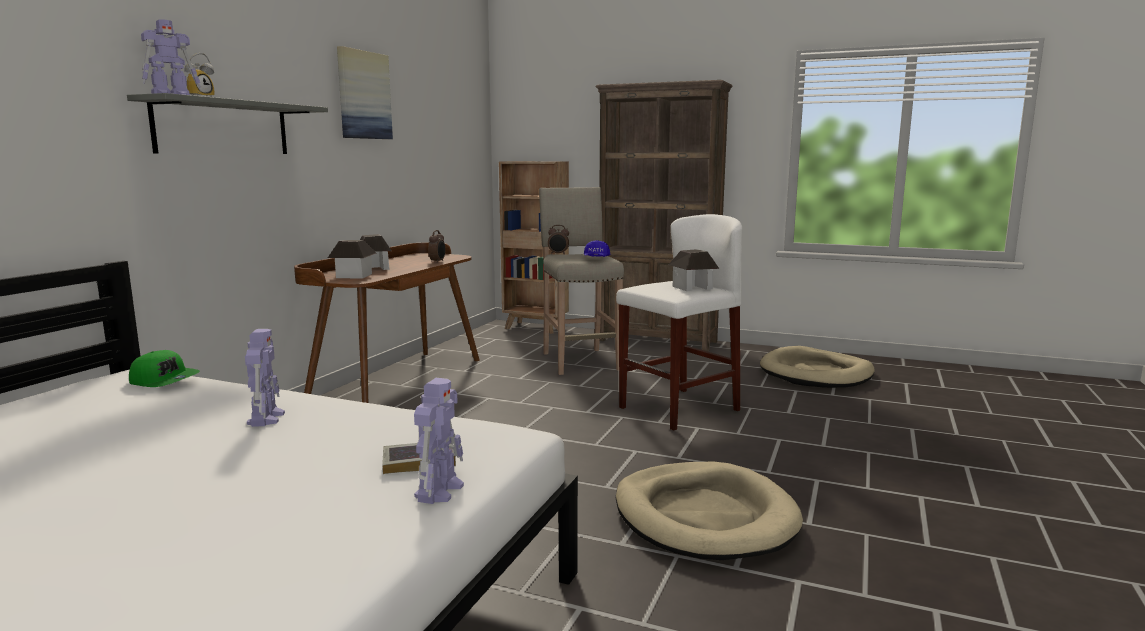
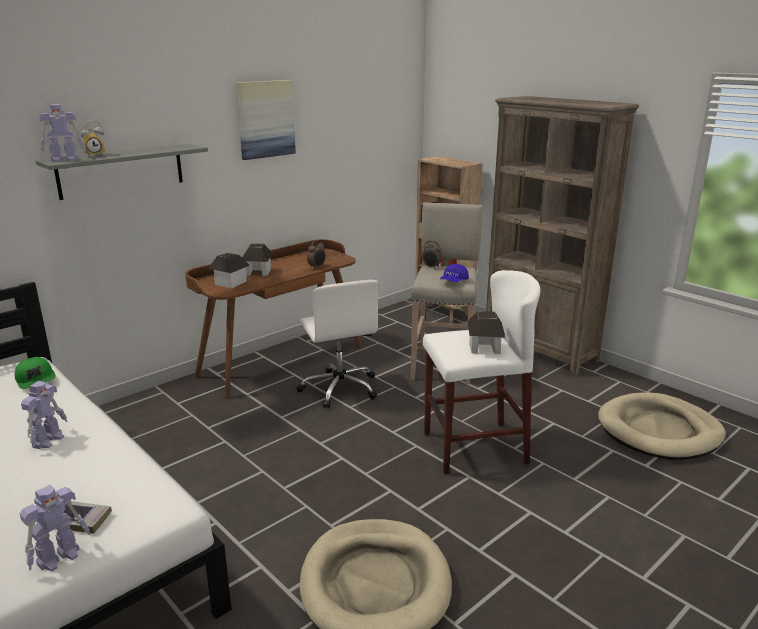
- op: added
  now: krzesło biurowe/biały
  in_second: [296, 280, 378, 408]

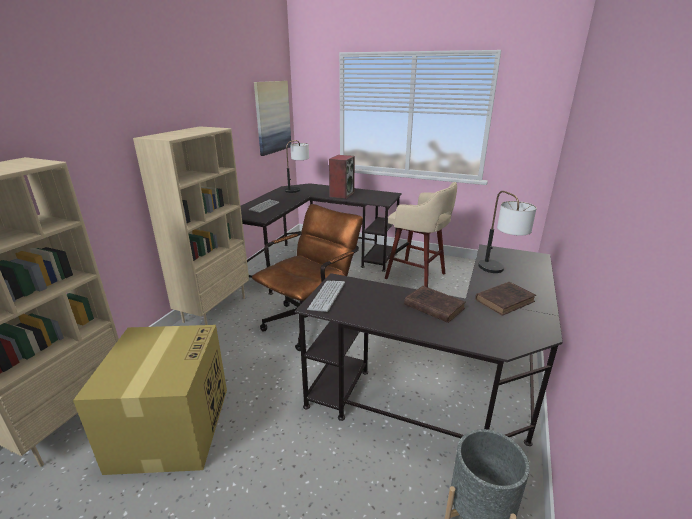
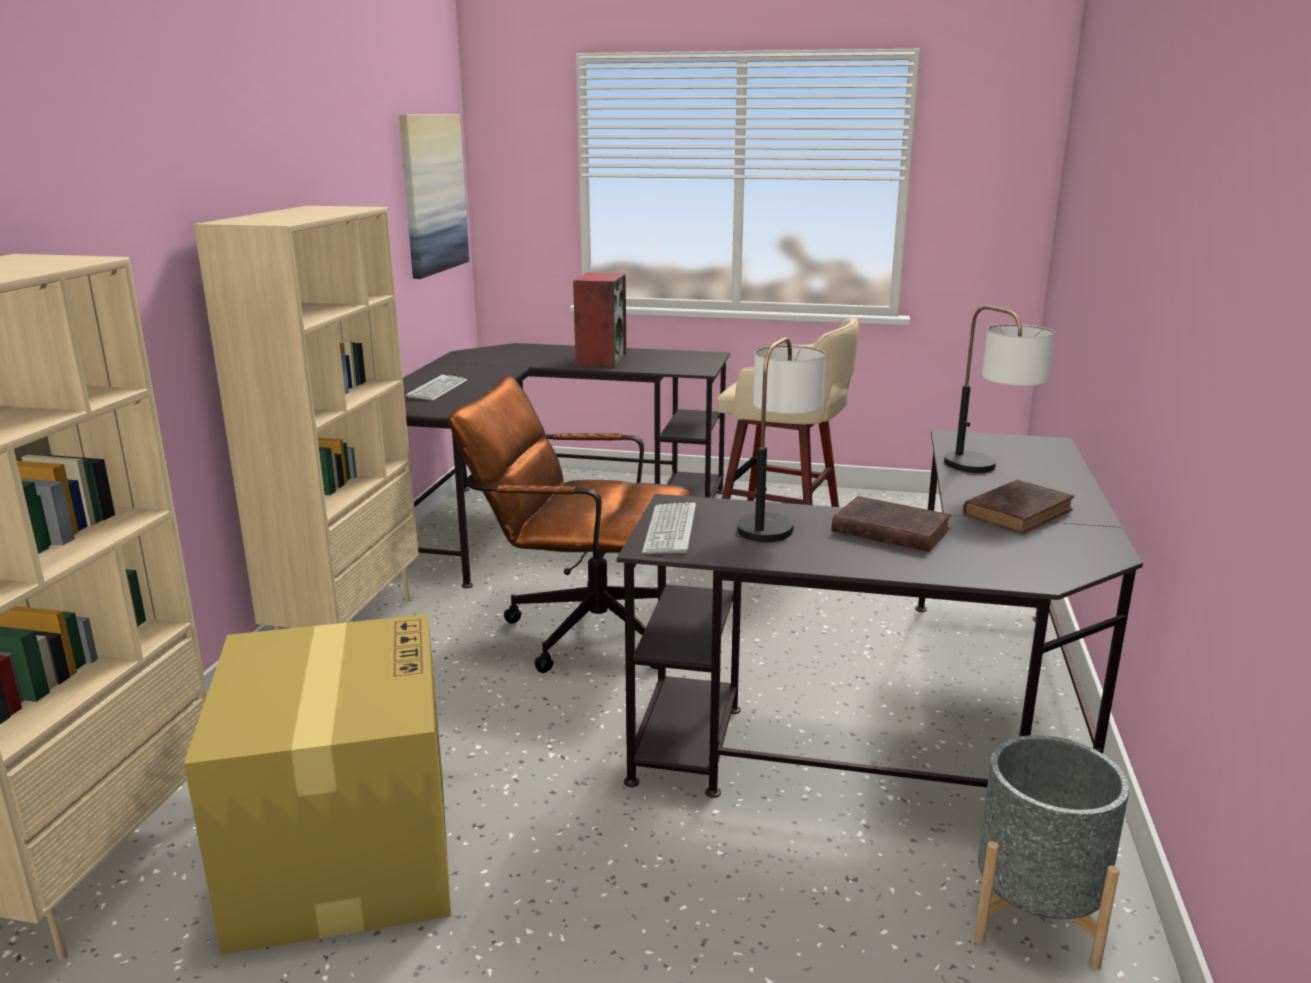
- op: turned
  was: krzesło biurowe/brązowy
  in_first: [252, 204, 363, 351]
  in_second: [448, 376, 690, 673]
  clockwise: -105
- op: moved
  was: lampa stołowa
  in_first: [285, 140, 309, 193]
  in_second: [737, 337, 826, 542]

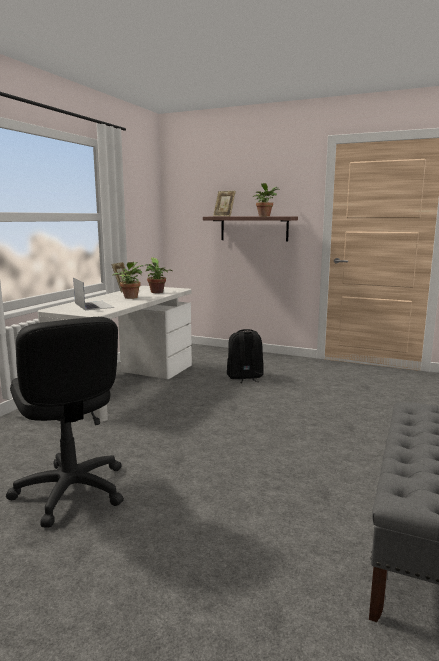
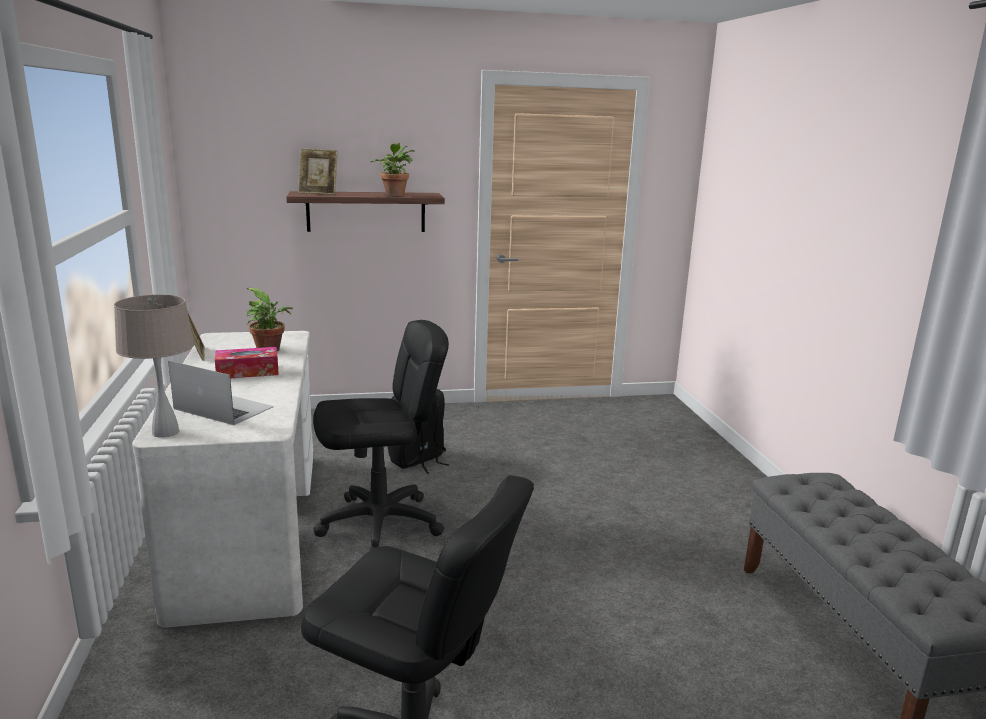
- op: added
  now: lampa stołowa/beżowy
  in_second: [114, 294, 194, 438]
- op: replaced
  was: roślina doniczkowa
  now: pudełko chusteczek
  in_first: [112, 262, 143, 299]
  in_second: [215, 347, 279, 379]
- op: added
  now: krzesło biurowe/czarny
  in_second: [313, 320, 449, 552]

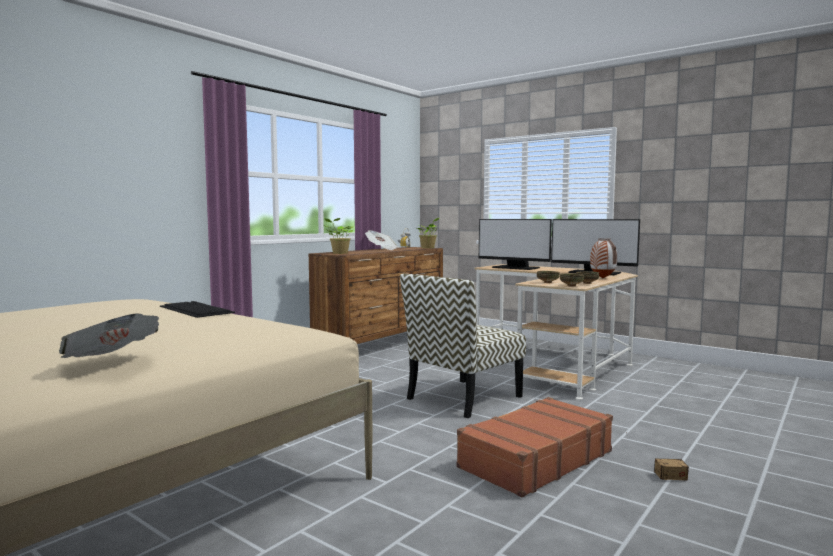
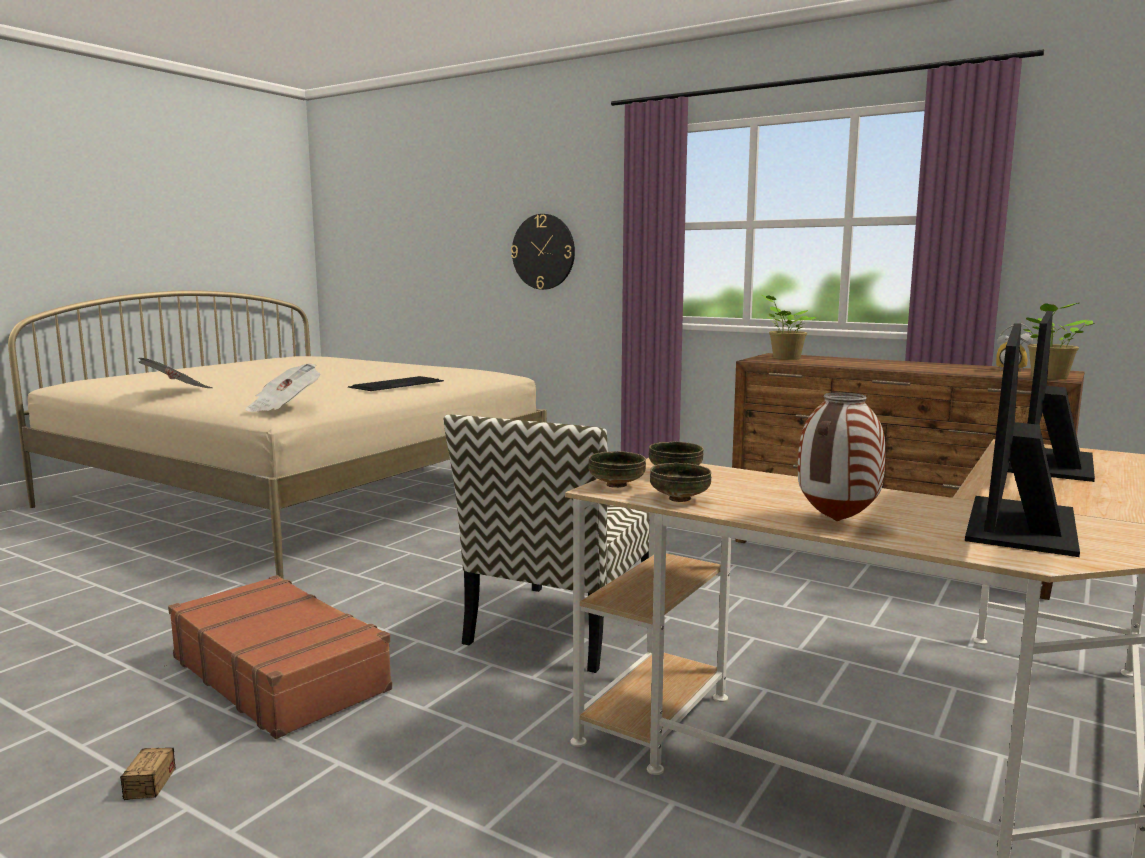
- op: moved
  was: gazeta
  in_first: [365, 230, 398, 250]
  in_second: [245, 363, 320, 412]
- op: turned
  was: krzesło
  in_first: [400, 274, 526, 418]
  in_second: [443, 415, 650, 673]
  clockwise: -105
- op: added
  now: zegar ścienny
  in_second: [511, 214, 575, 290]

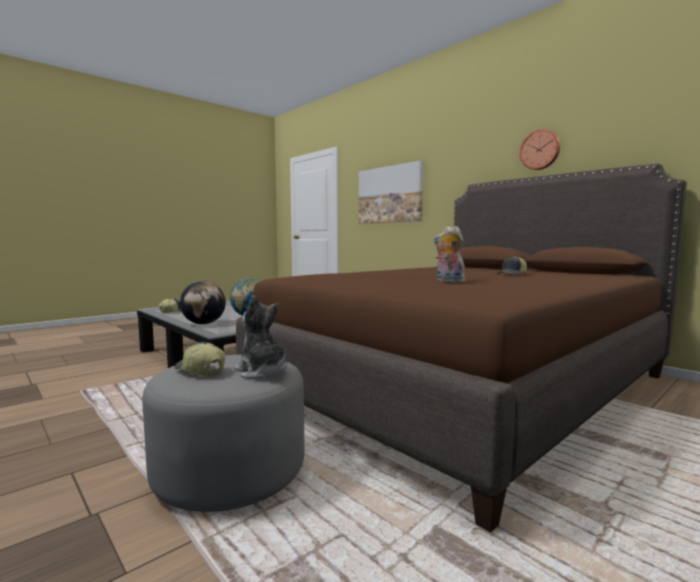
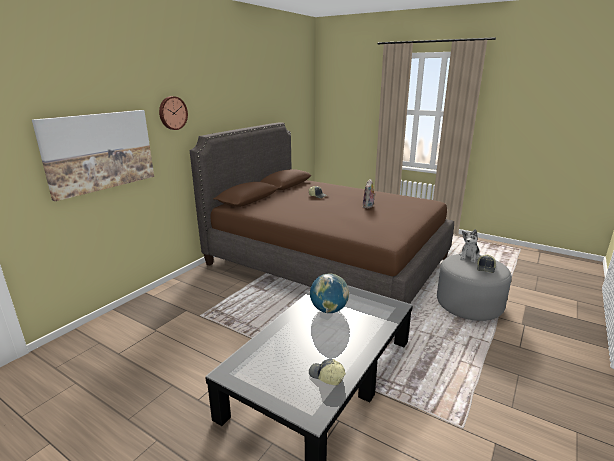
- op: moved
  was: zegar ścienny
  in_first: [520, 129, 560, 170]
  in_second: [159, 96, 188, 130]
- op: removed
  was: globus
  in_first: [180, 281, 226, 324]

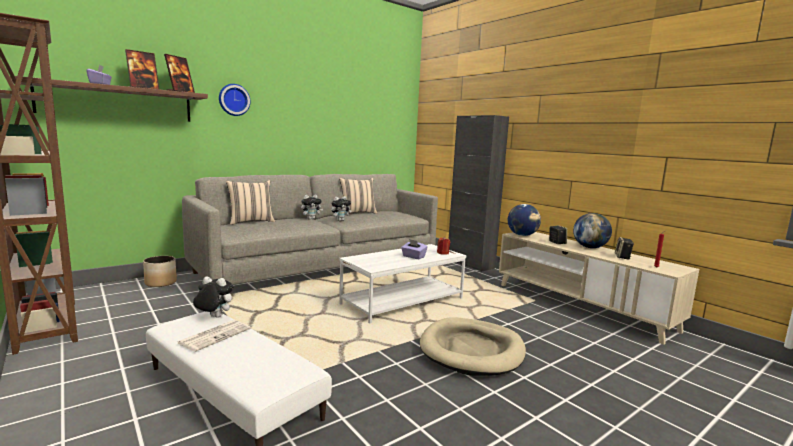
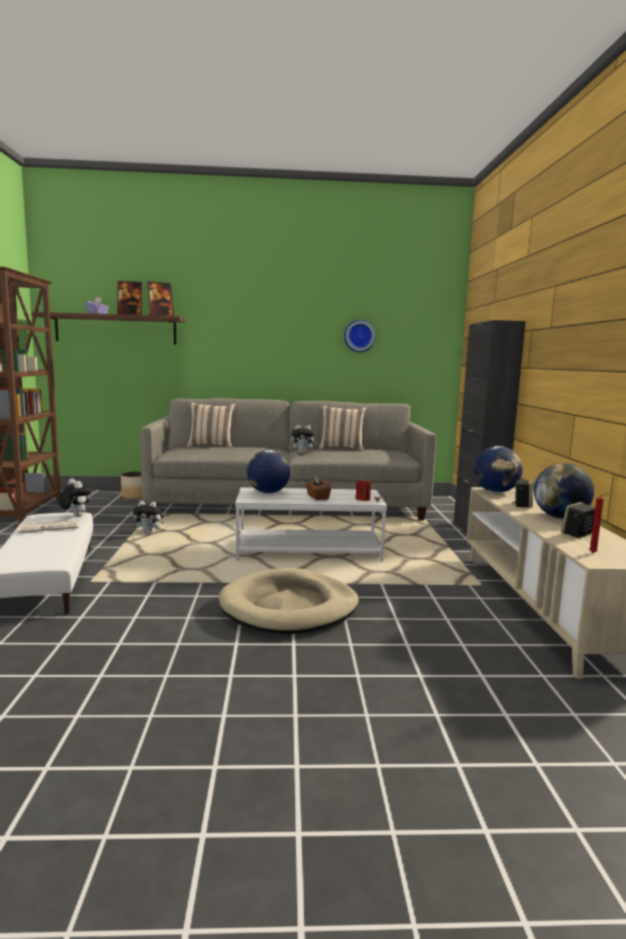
- op: moved
  was: pluszak
  in_first: [301, 195, 323, 220]
  in_second: [133, 501, 164, 534]
- op: added
  now: globus
  in_second: [247, 450, 290, 493]
- op: recoloured
  was: pudełko chusteczek/fioletowy
  now: pudełko chusteczek/brązowy
  in_first: [401, 239, 428, 259]
  in_second: [306, 476, 331, 500]
- op: moved
  was: zegar ścienny
  in_first: [219, 84, 251, 116]
  in_second: [344, 320, 376, 352]

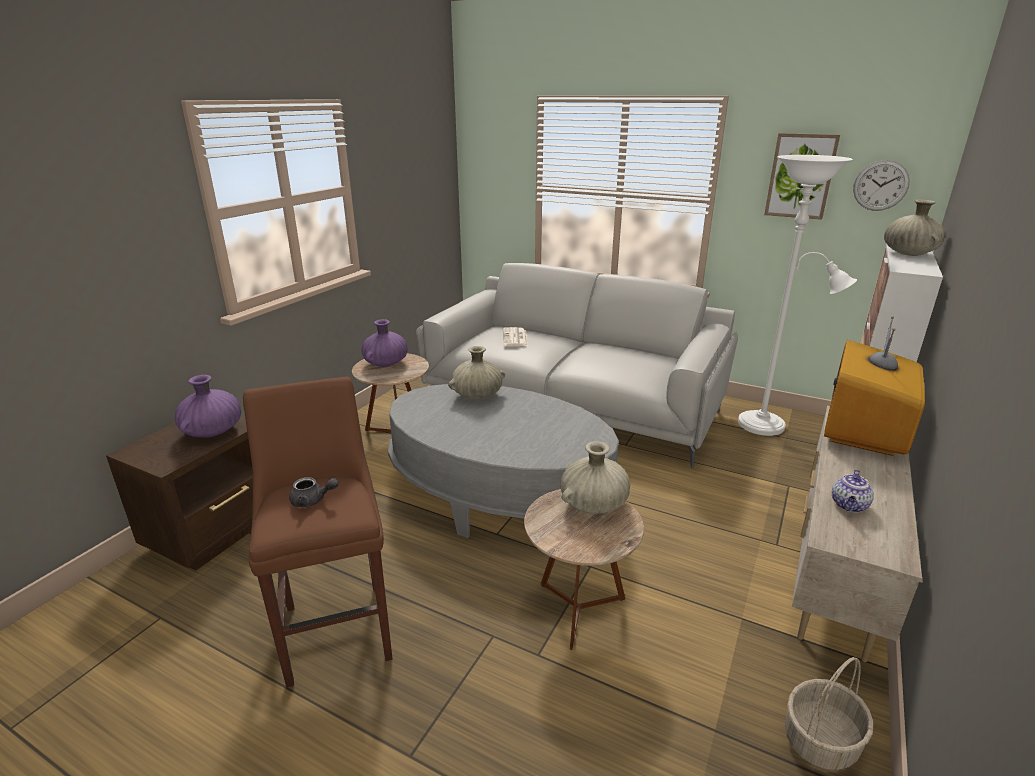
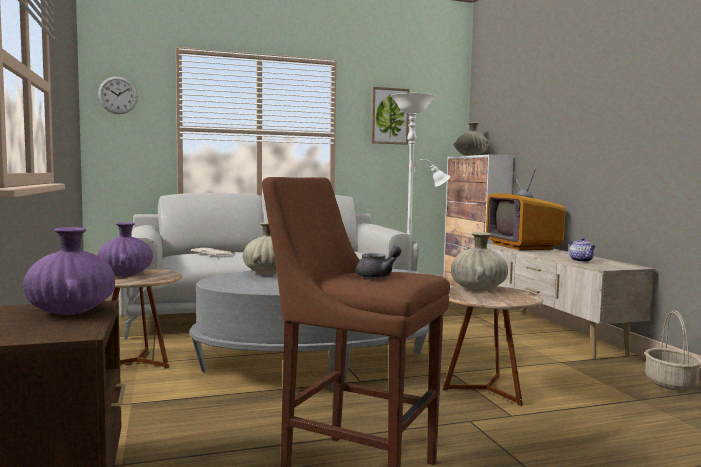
- op: moved
  was: zegar ścienny
  in_first: [853, 160, 910, 211]
  in_second: [98, 76, 138, 114]

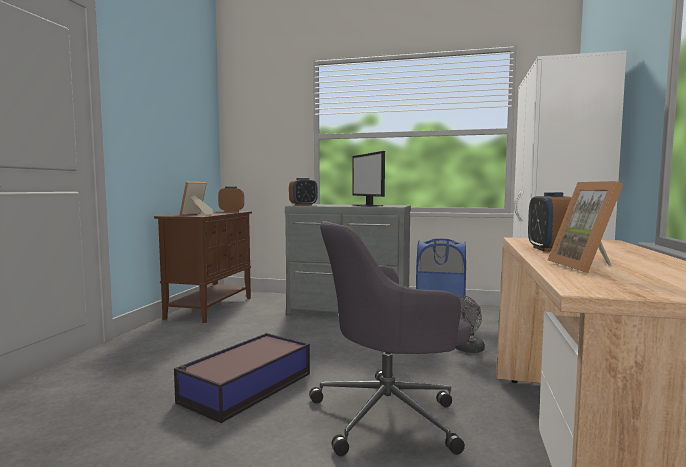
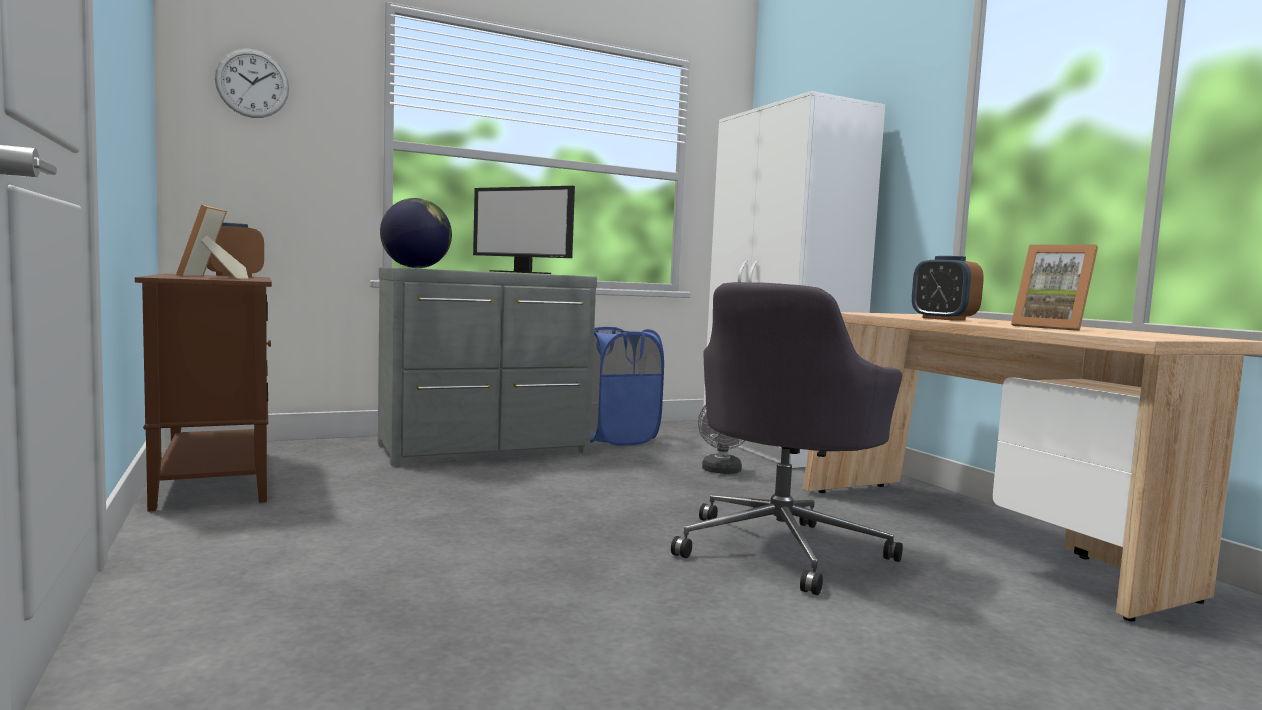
- op: added
  now: zegar ścienny
  in_second: [215, 49, 289, 118]
- op: replaced
  was: budzik
  now: globus
  in_first: [289, 178, 318, 206]
  in_second: [380, 198, 452, 268]
- op: removed
  was: pojemnik do przechowywania
  in_first: [174, 333, 310, 423]

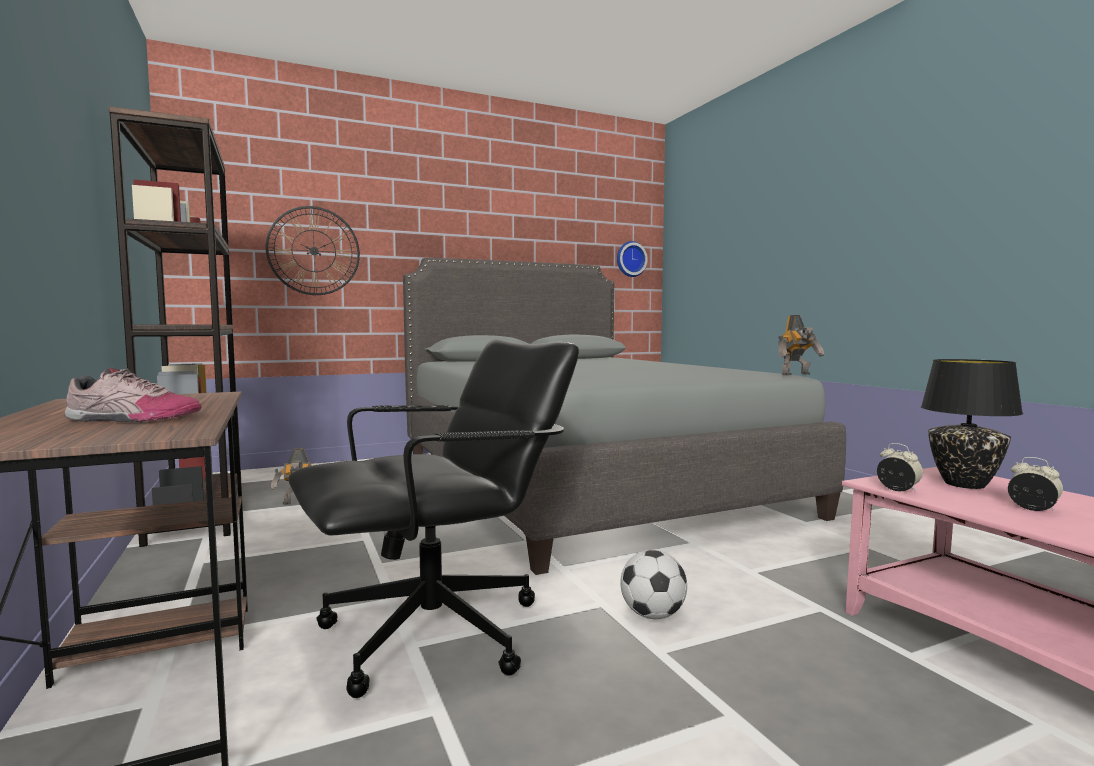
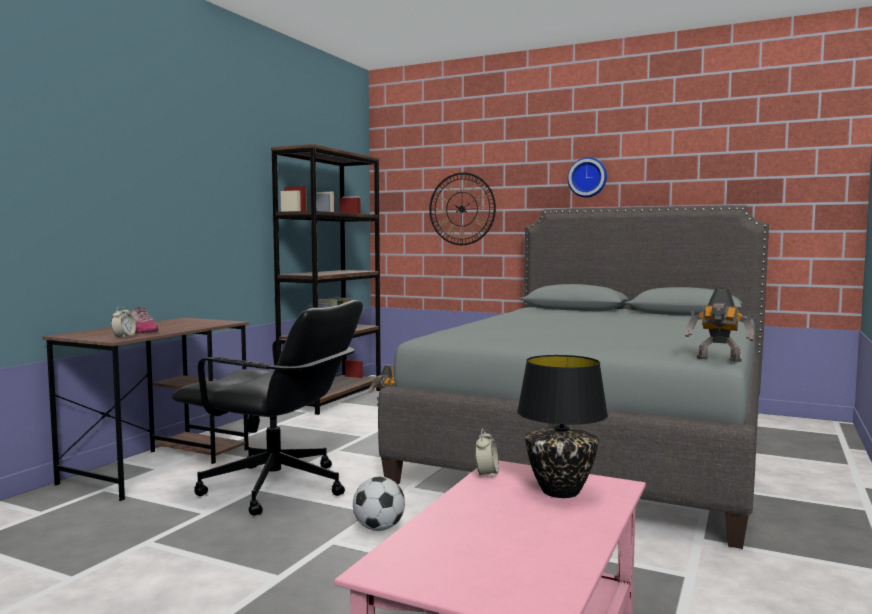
- op: moved
  was: budzik
  in_first: [1008, 457, 1063, 511]
  in_second: [111, 306, 136, 338]
- op: moved
  was: zegar ścienny
  in_first: [617, 241, 648, 277]
  in_second: [568, 157, 607, 197]

